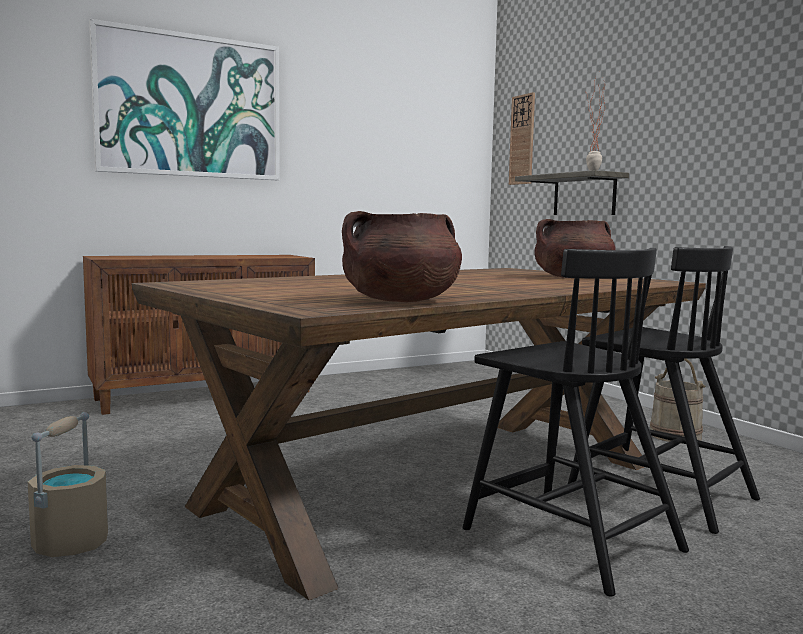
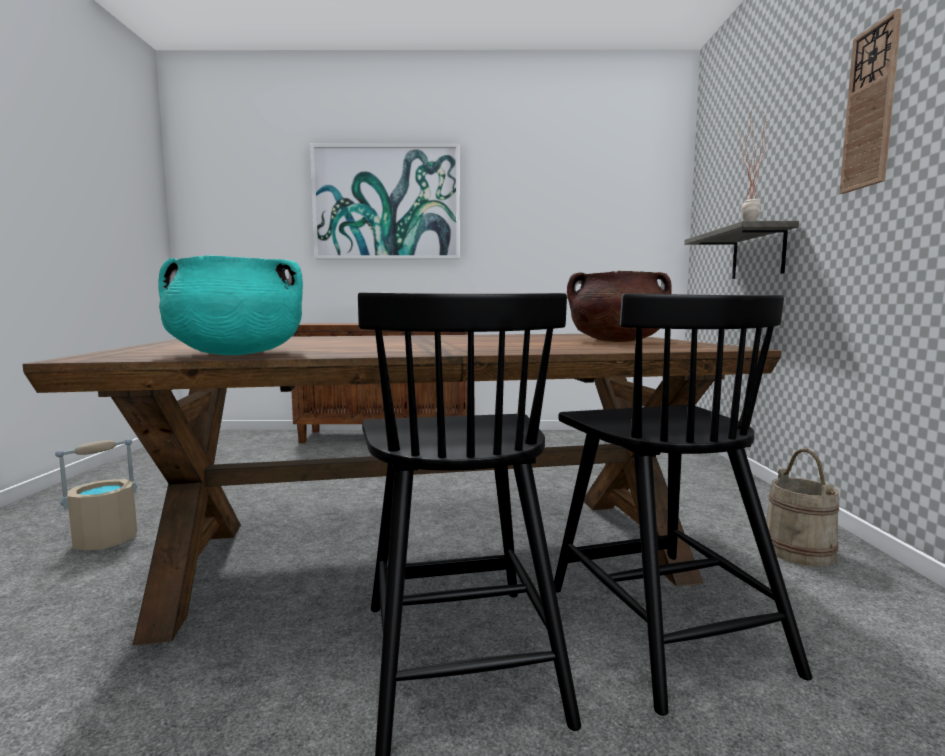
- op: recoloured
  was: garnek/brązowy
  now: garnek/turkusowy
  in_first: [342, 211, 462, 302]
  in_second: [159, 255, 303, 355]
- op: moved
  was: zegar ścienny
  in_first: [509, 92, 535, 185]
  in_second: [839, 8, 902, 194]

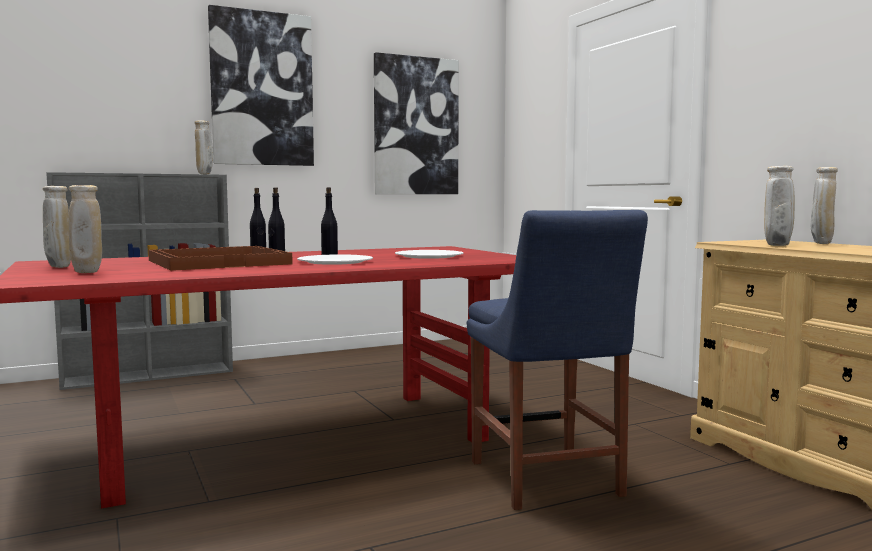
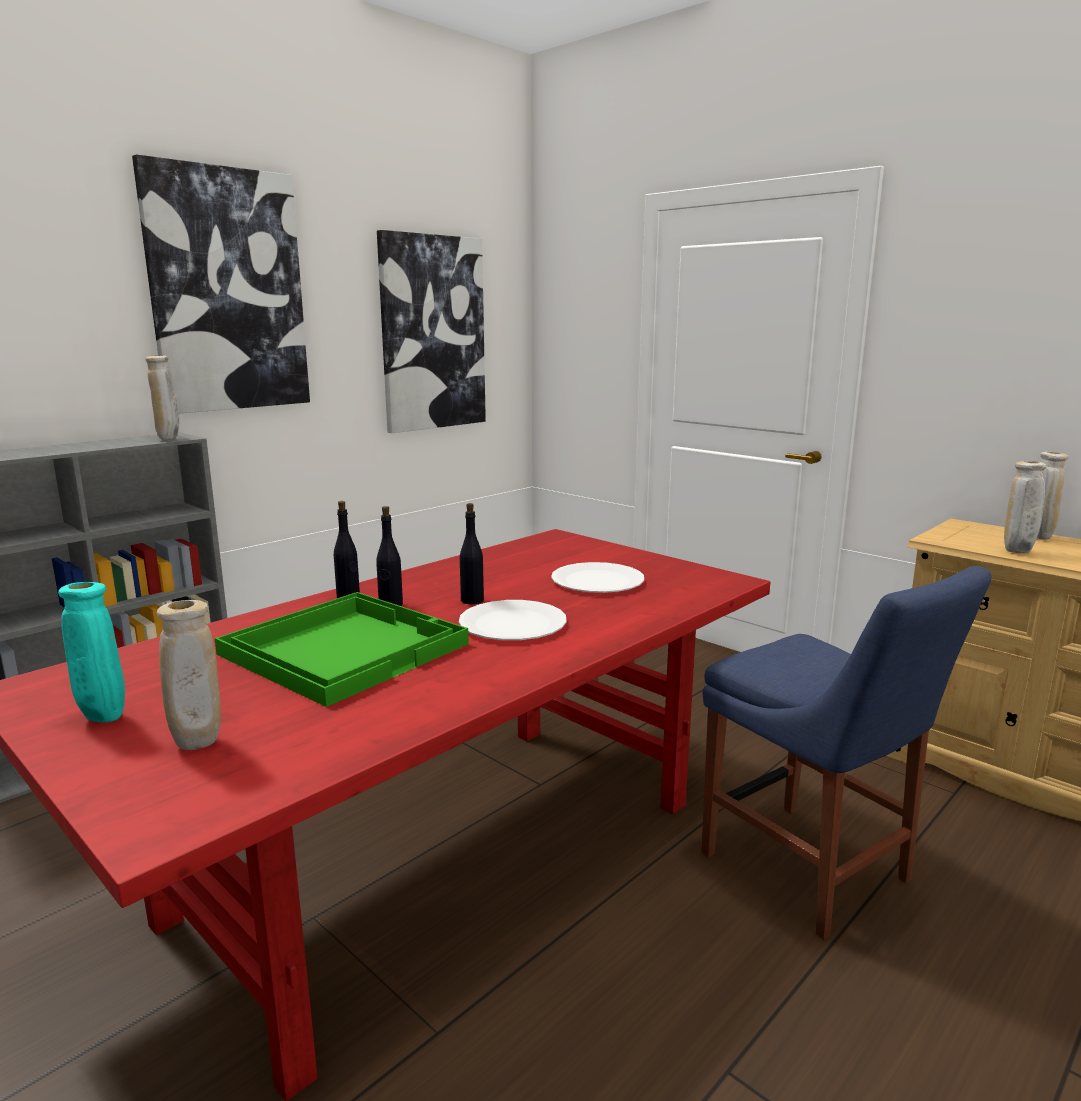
- op: recoloured
  was: wazon/beżowy
  now: wazon/turkusowy
  in_first: [43, 186, 71, 268]
  in_second: [58, 582, 125, 722]
- op: recoloured
  was: taca/brązowy
  now: taca/zielony
  in_first: [148, 246, 293, 271]
  in_second: [215, 592, 469, 707]

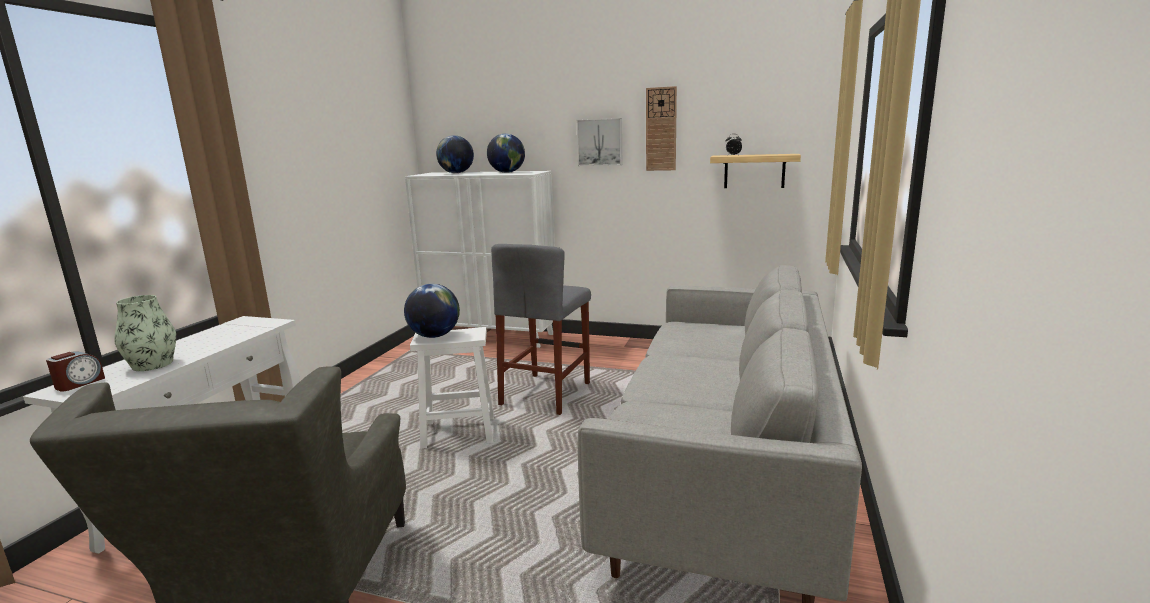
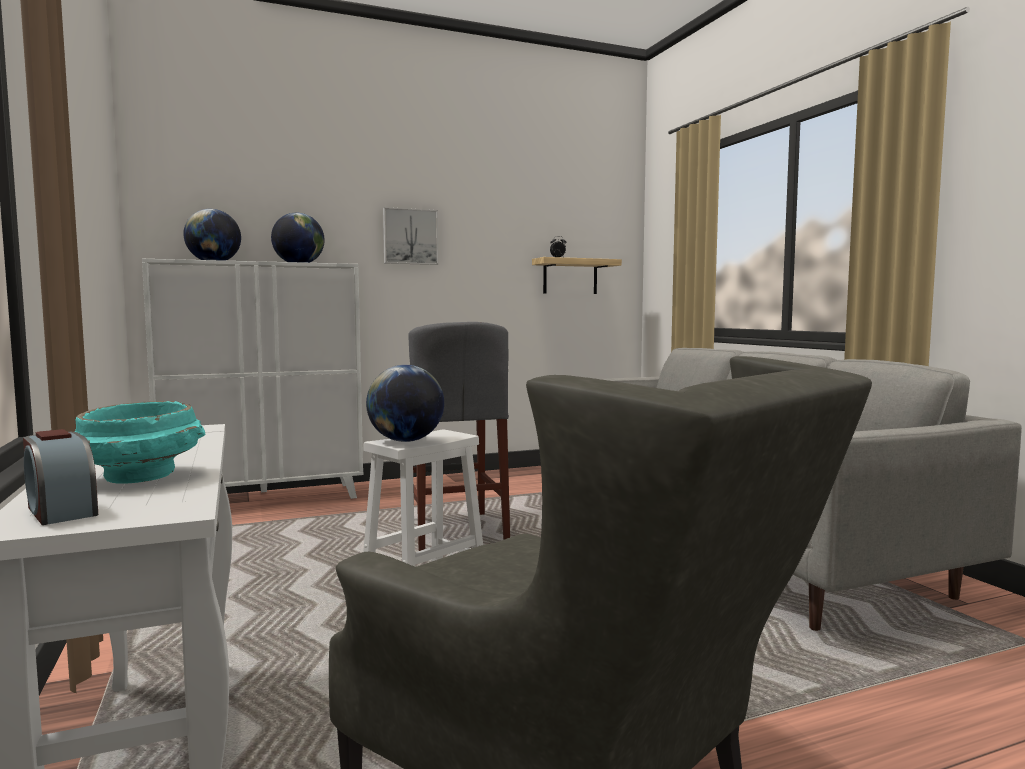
- op: turned
  was: budzik
  in_first: [46, 351, 105, 392]
  in_second: [23, 429, 98, 525]
  clockwise: 150
- op: replaced
  was: wazon
  now: miska/turkusowy
  in_first: [114, 295, 176, 371]
  in_second: [75, 401, 205, 484]
- op: removed
  was: zegar ścienny
  in_first: [646, 86, 677, 171]

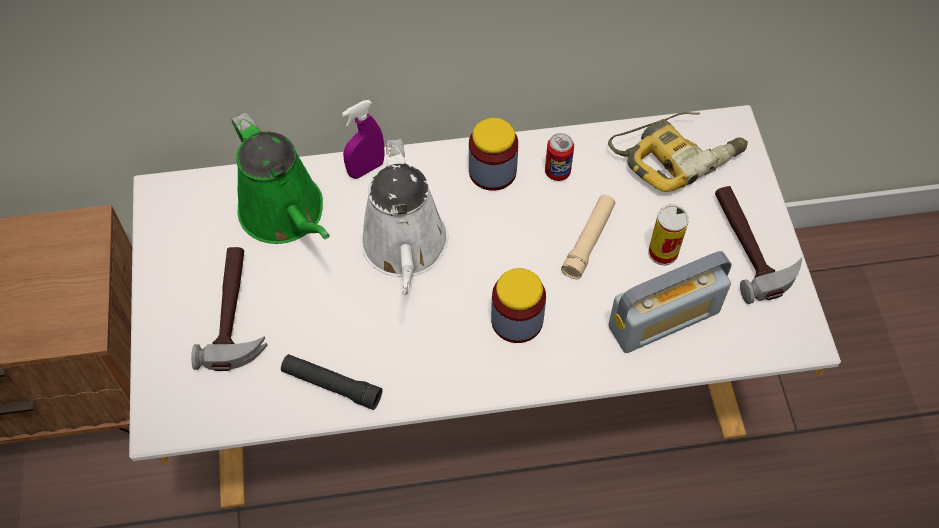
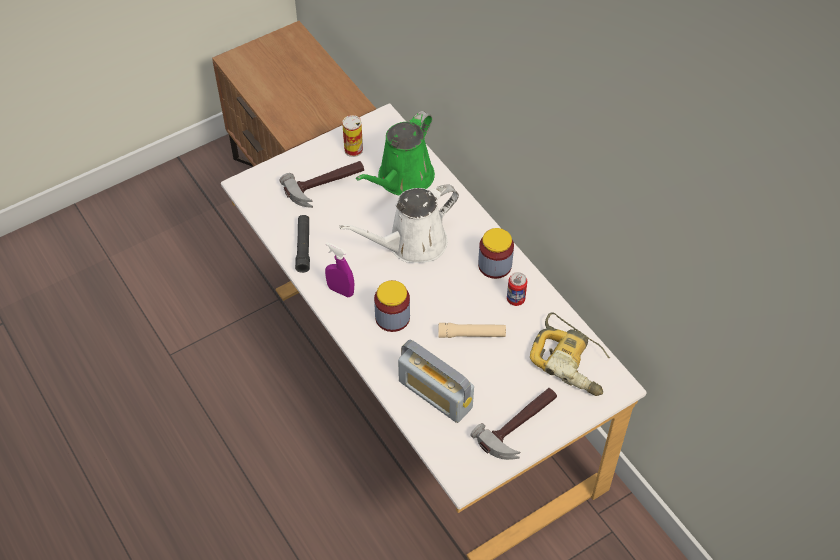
- op: moved
  was: spryskiwacz/fioletowy
  in_first: [342, 100, 385, 179]
  in_second: [325, 242, 354, 297]
- op: moved
  was: puszka
  in_first: [648, 204, 689, 266]
  in_second: [342, 115, 363, 157]

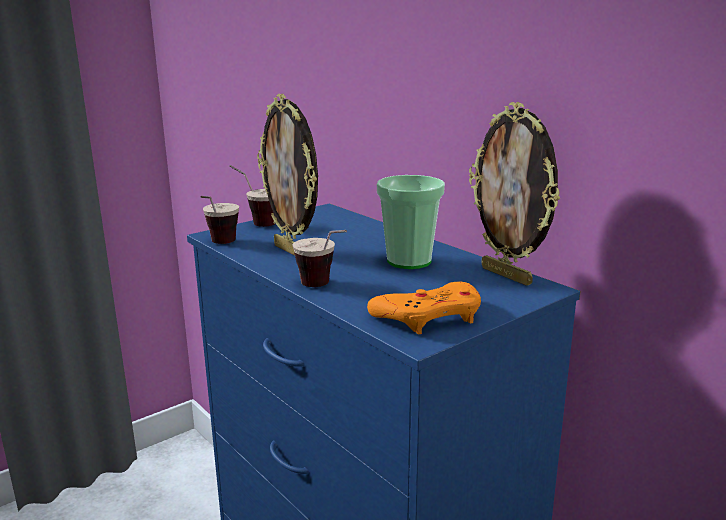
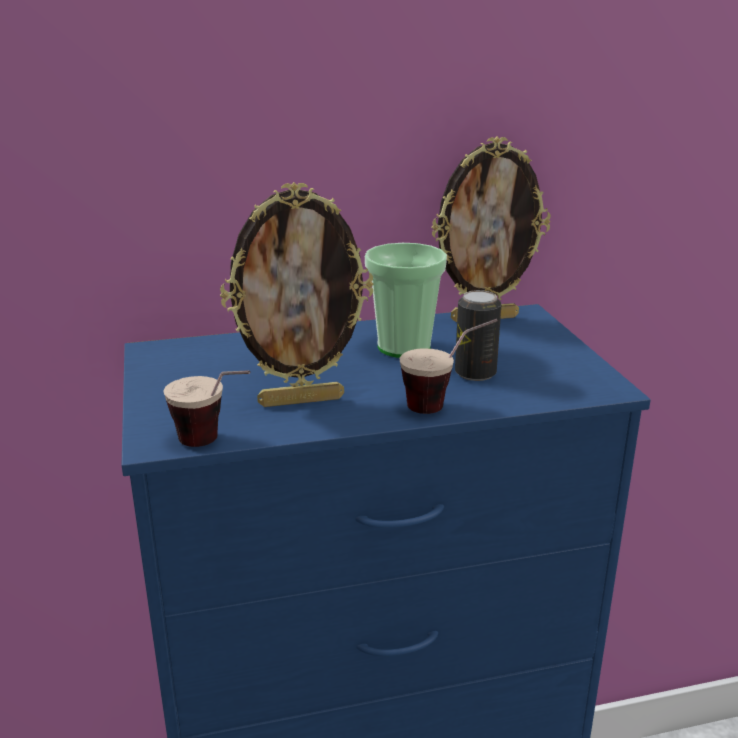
- op: added
  now: puszka
  in_second: [455, 290, 502, 381]
- op: removed
  was: filiżanka
  in_first: [230, 165, 275, 227]
- op: removed
  was: pad do gier/pomarańczowy
  in_first: [367, 282, 481, 334]

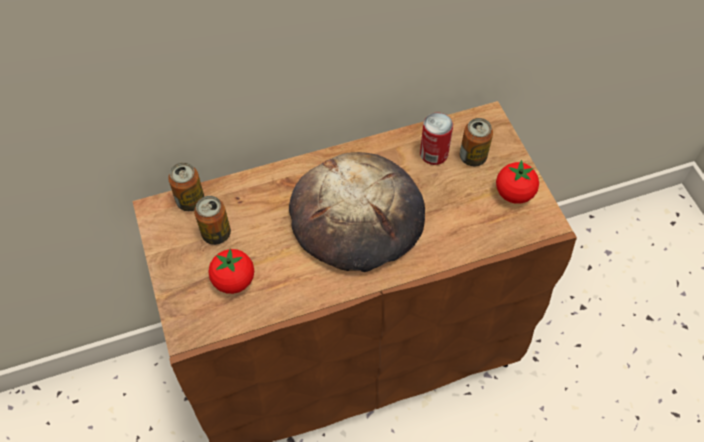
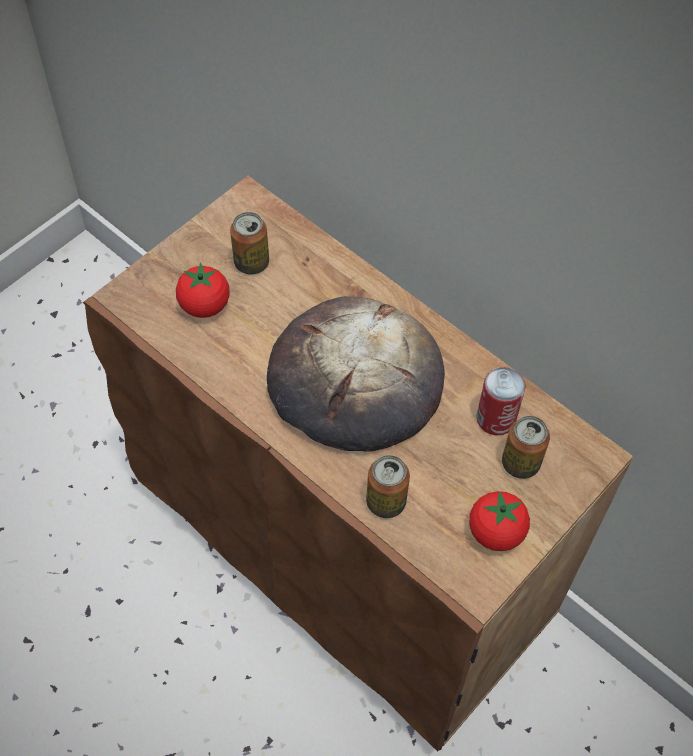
- op: moved
  was: puszka
  in_first: [168, 162, 204, 211]
  in_second: [366, 455, 410, 518]

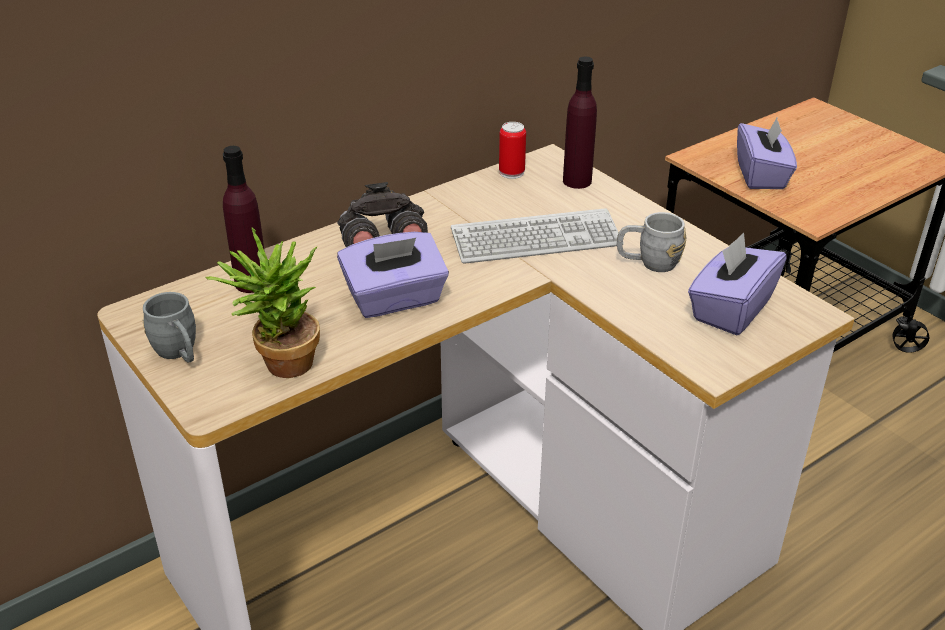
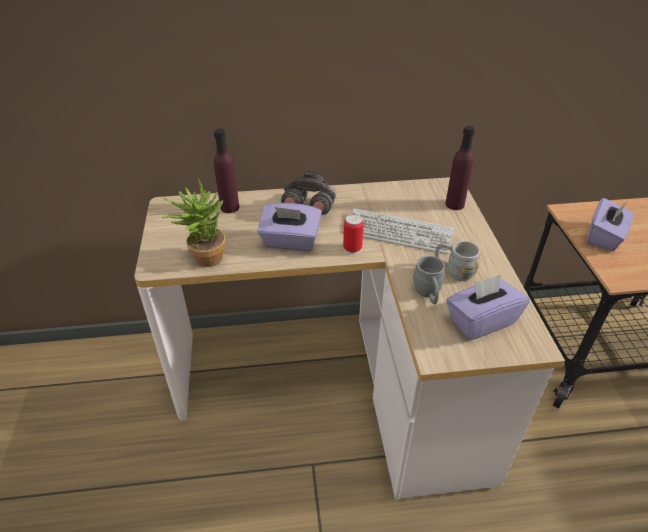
- op: moved
  was: puszka
  in_first: [499, 122, 526, 179]
  in_second: [343, 214, 364, 254]
- op: moved
  was: kubek/szary
  in_first: [142, 292, 196, 363]
  in_second: [413, 256, 445, 304]

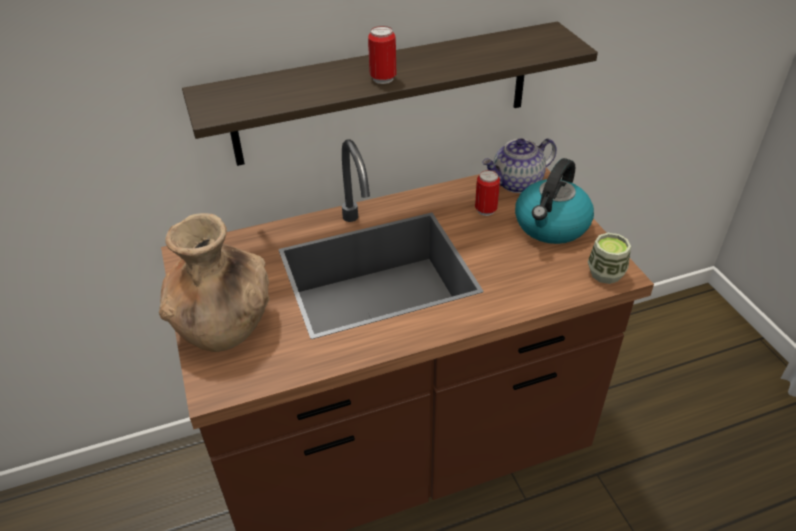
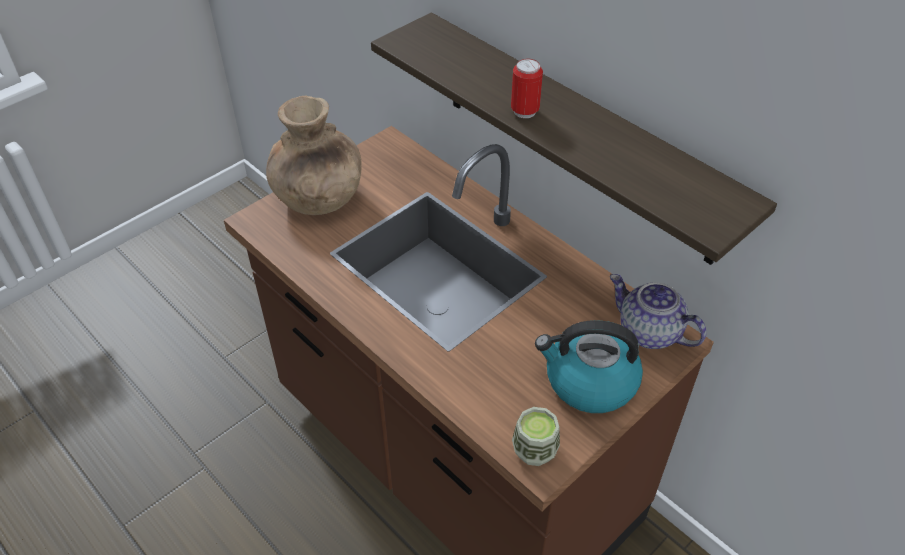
- op: removed
  was: puszka
  in_first: [475, 170, 500, 216]

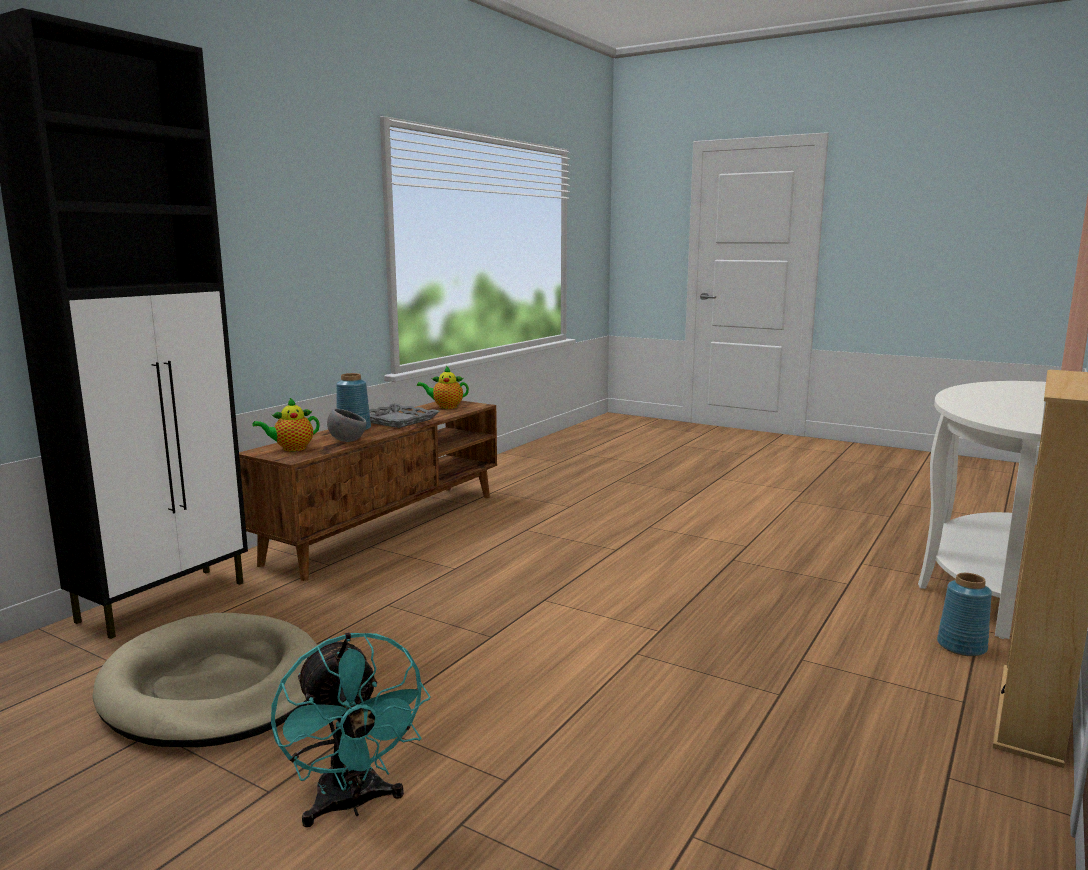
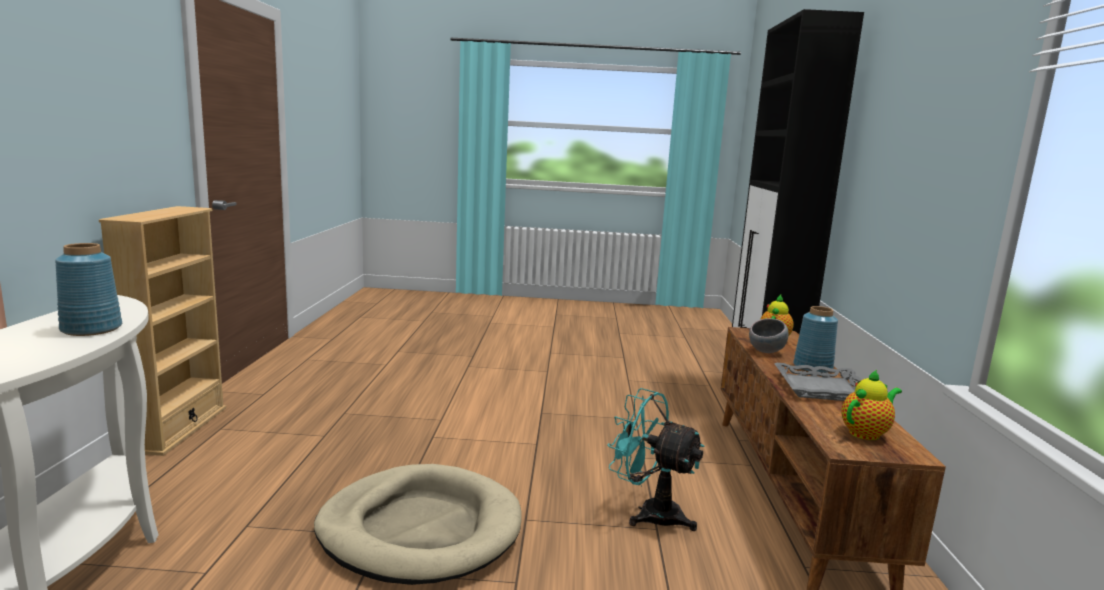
- op: moved
  was: wazon/niebieski
  in_first: [937, 573, 992, 656]
  in_second: [55, 243, 122, 336]
- op: moved
  was: legowisko/beżowy
  in_first: [93, 613, 317, 747]
  in_second: [314, 464, 522, 585]
- op: moved
  was: wentylator/turkusowy
  in_first: [271, 632, 431, 827]
  in_second: [607, 388, 705, 531]

